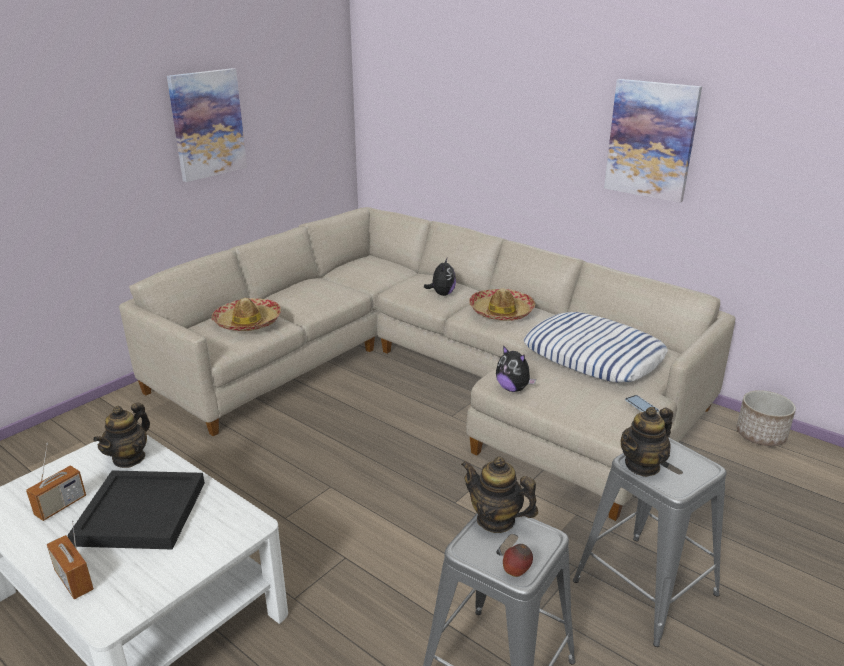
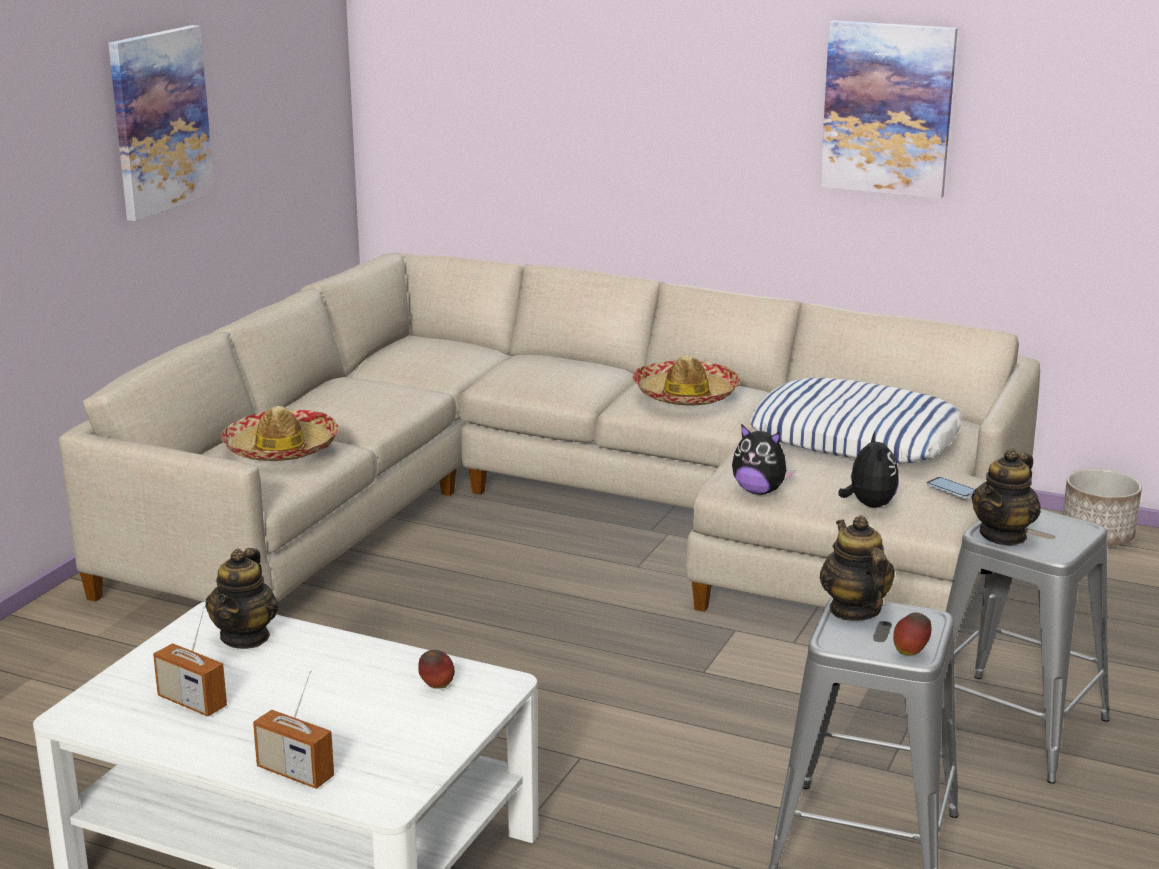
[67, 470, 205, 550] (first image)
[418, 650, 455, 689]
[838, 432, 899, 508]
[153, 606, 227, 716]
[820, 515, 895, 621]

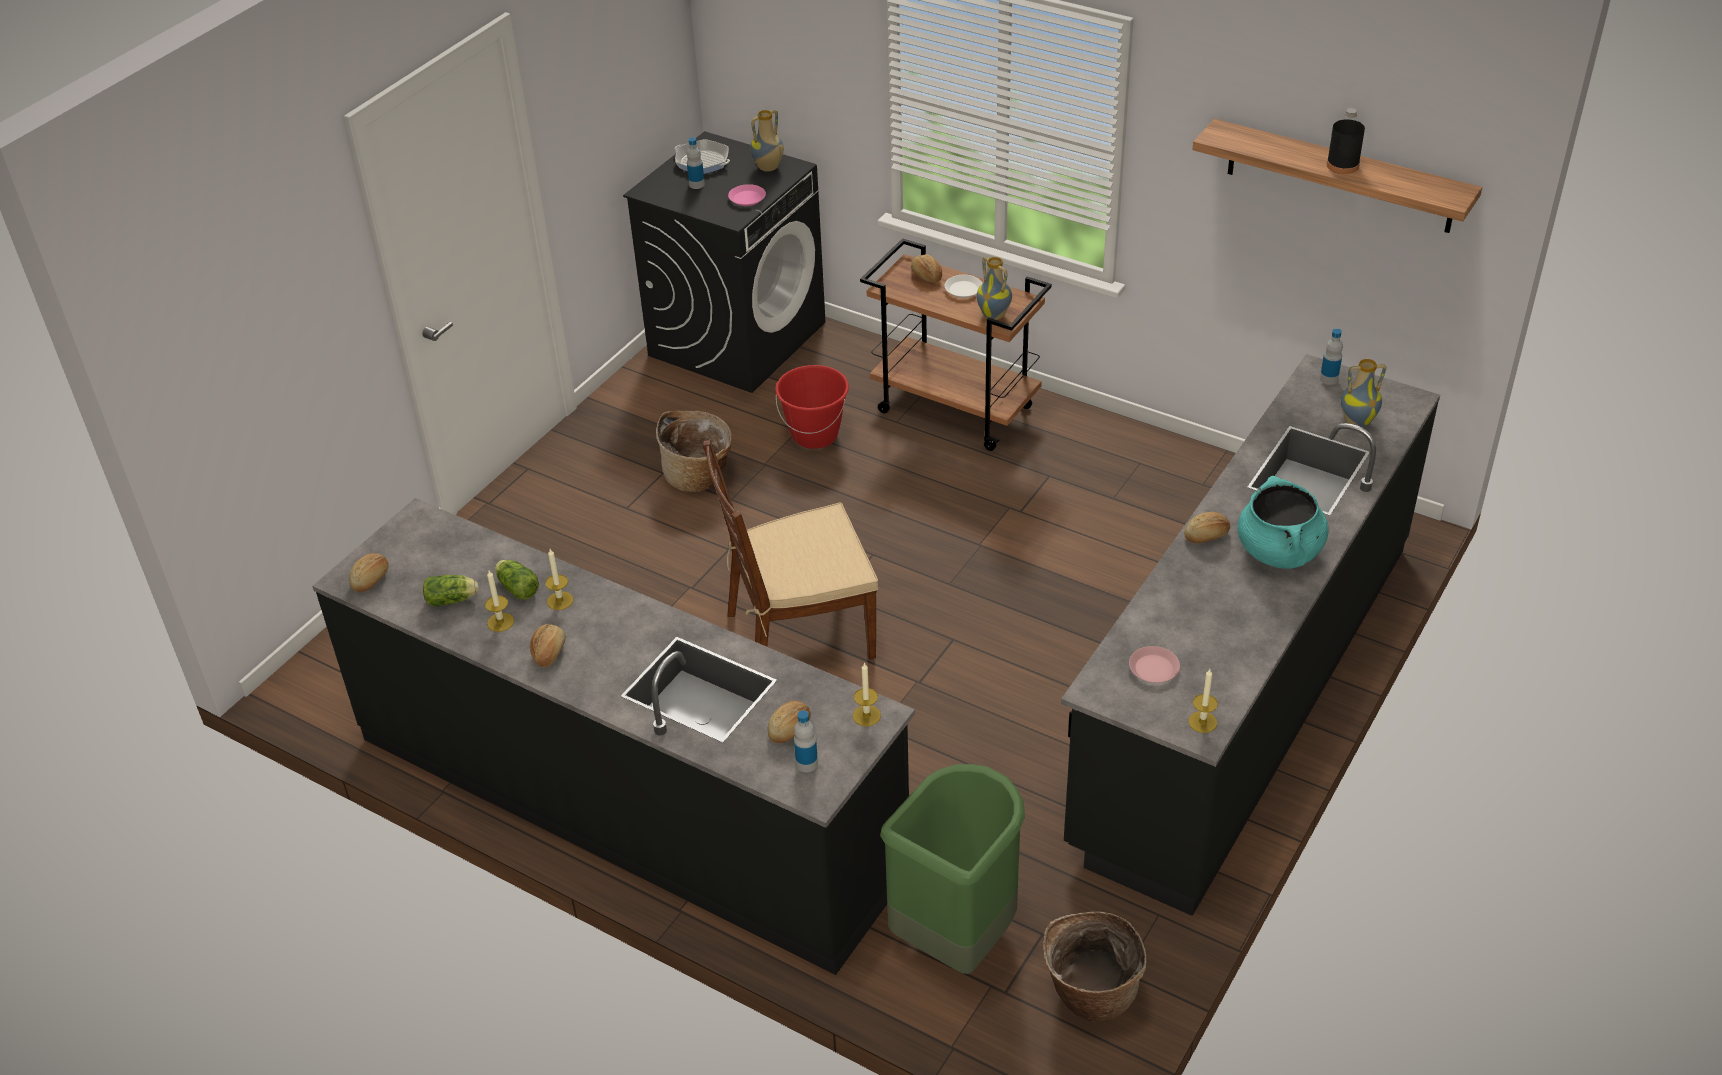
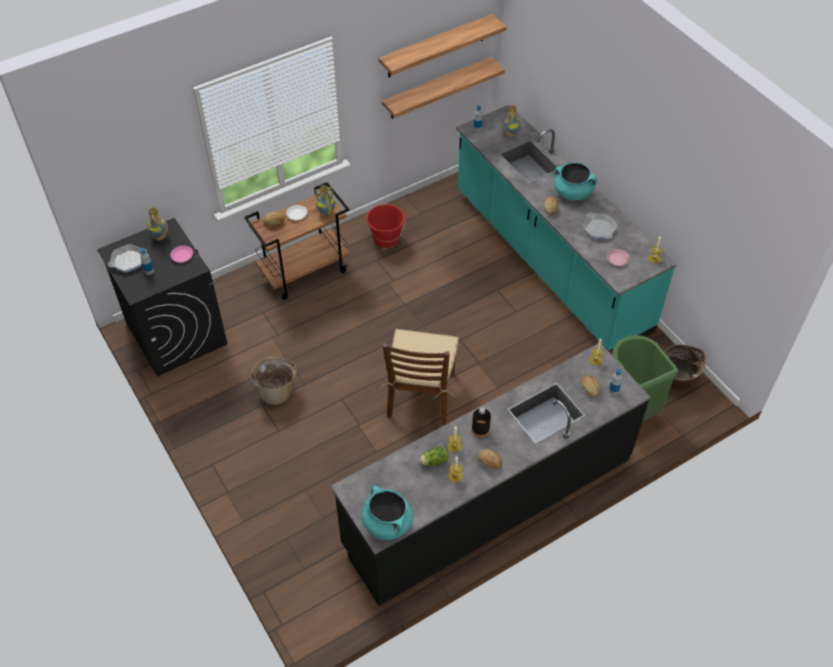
[423, 575, 479, 606] (first image)
[382, 57, 505, 119]
[583, 213, 617, 239]
[366, 204, 405, 248]
[472, 407, 491, 437]
[361, 486, 413, 540]
[456, 104, 677, 352]

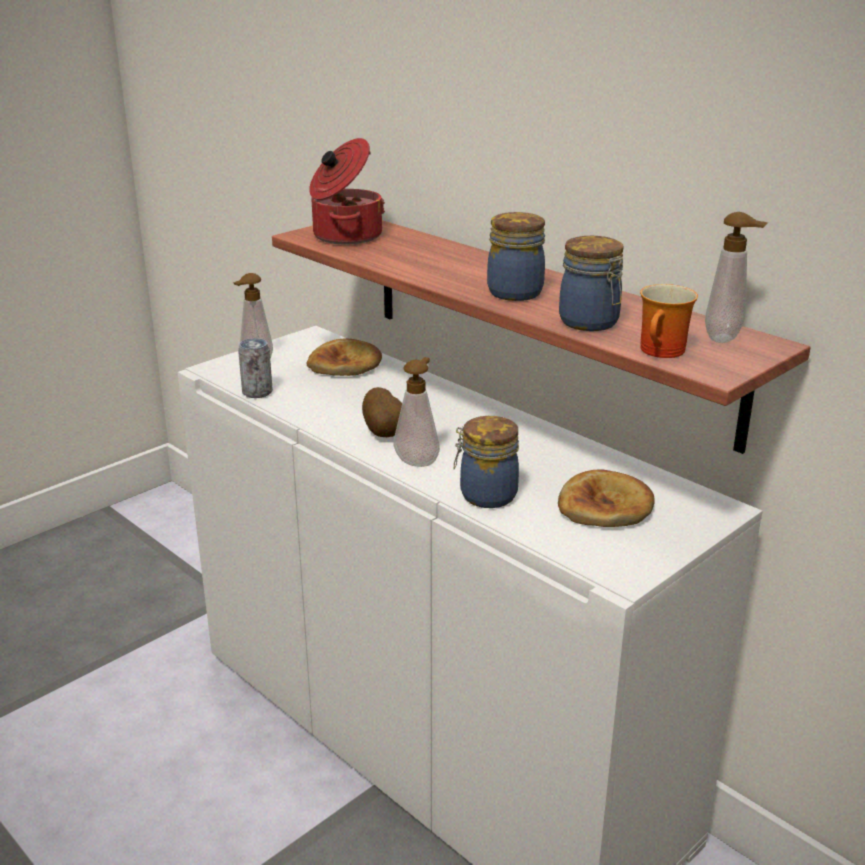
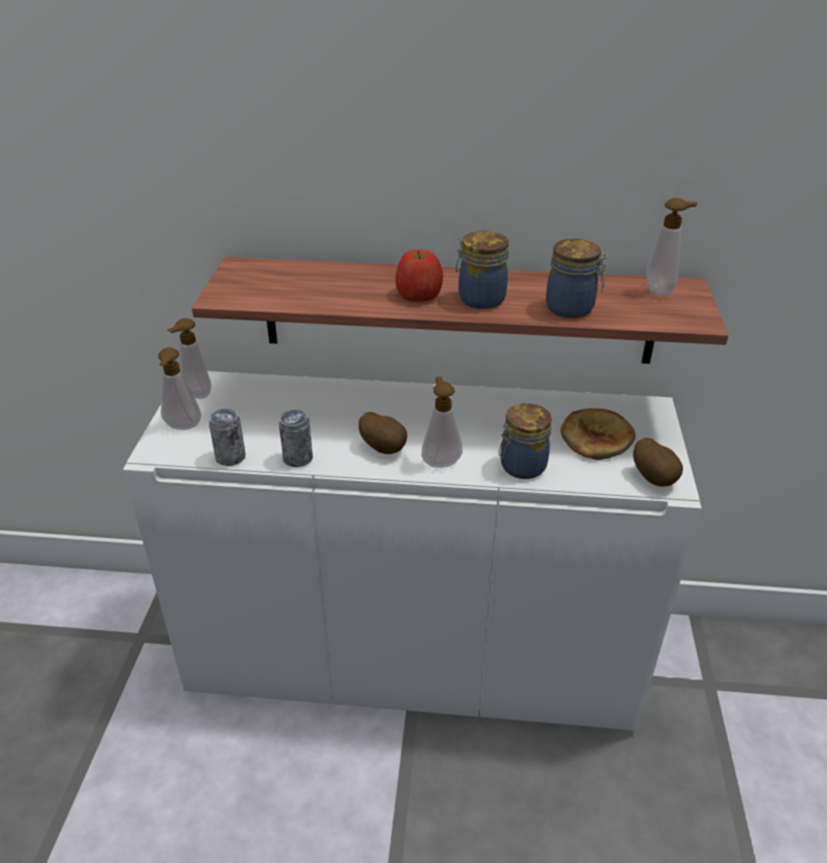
[306, 339, 382, 376] (first image)
[309, 138, 385, 244] (first image)
[640, 284, 698, 358] (first image)
[168, 318, 212, 399]
[279, 409, 313, 467]
[395, 249, 443, 302]
[633, 438, 683, 487]

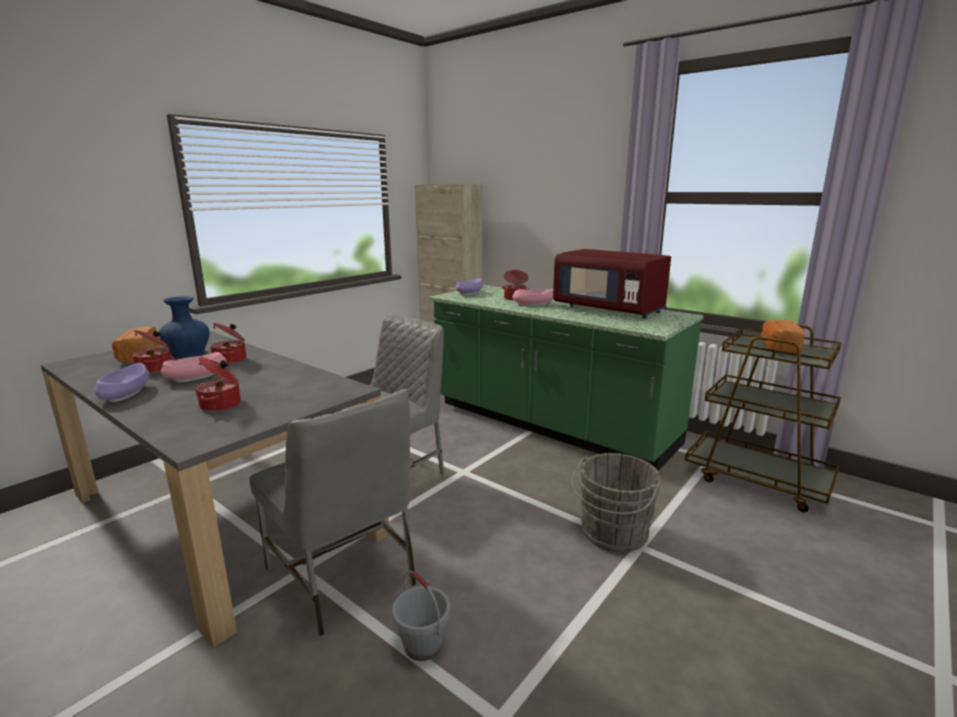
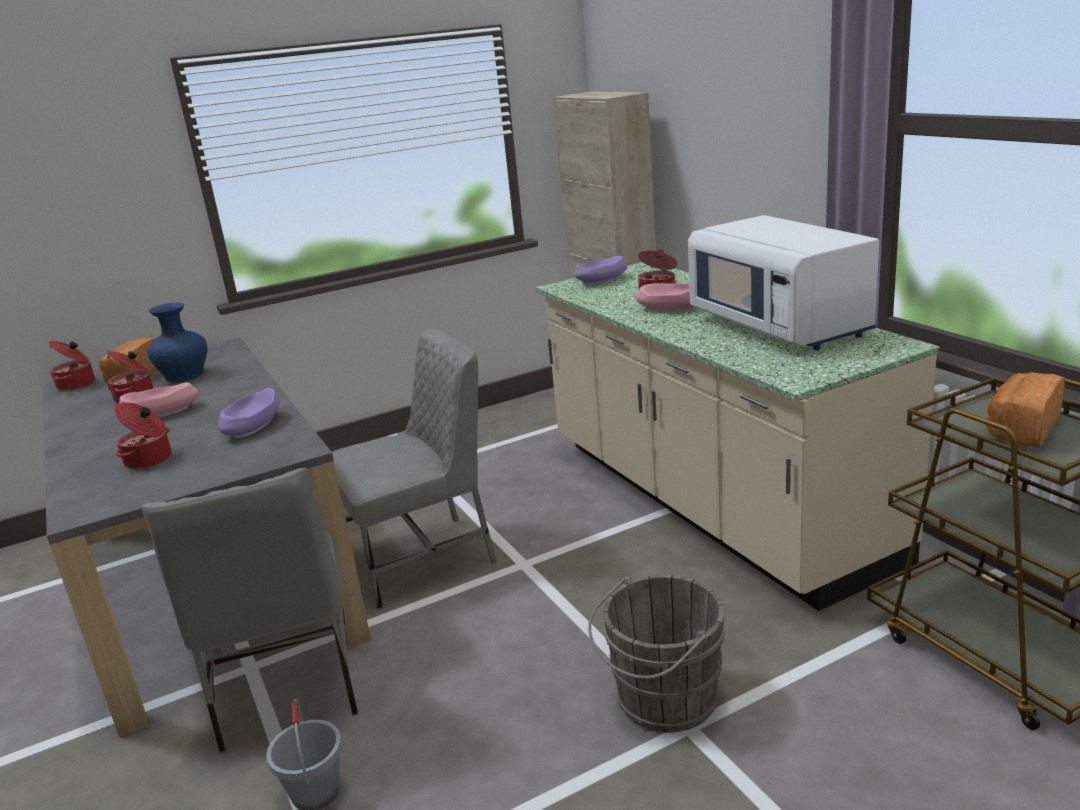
[218, 388, 280, 438]
[49, 341, 95, 391]
[536, 262, 939, 611]
[688, 215, 879, 350]

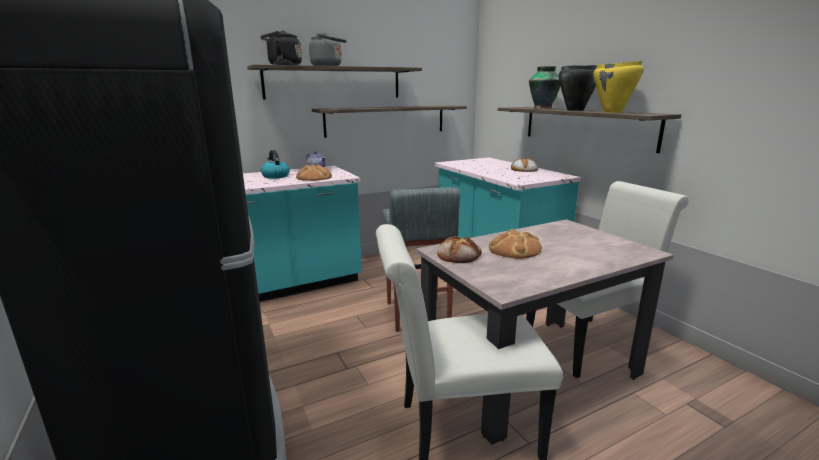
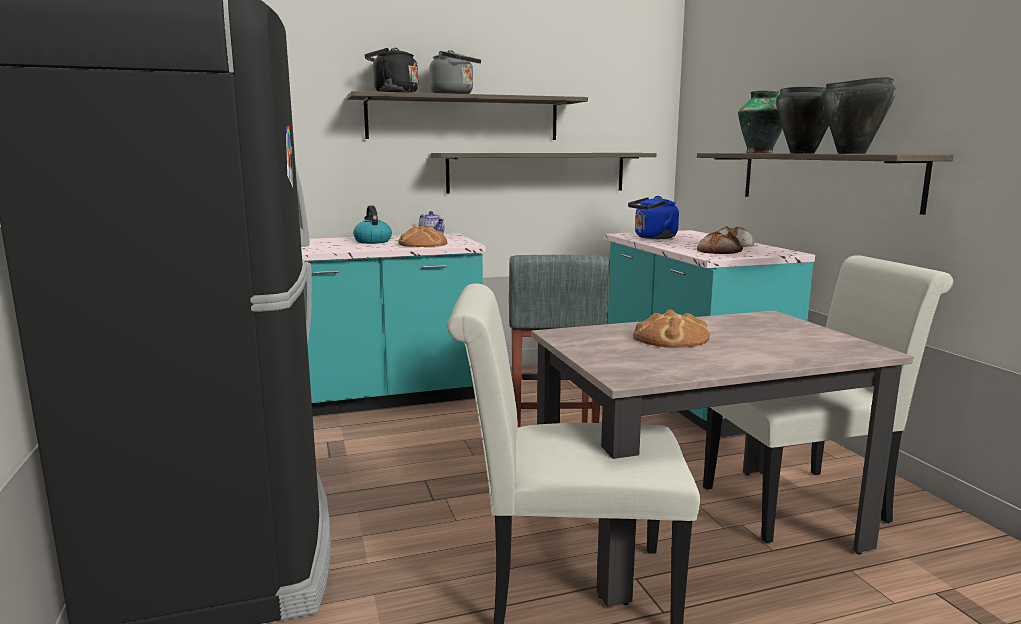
[628, 196, 679, 239]
[697, 231, 743, 254]
[822, 77, 896, 154]

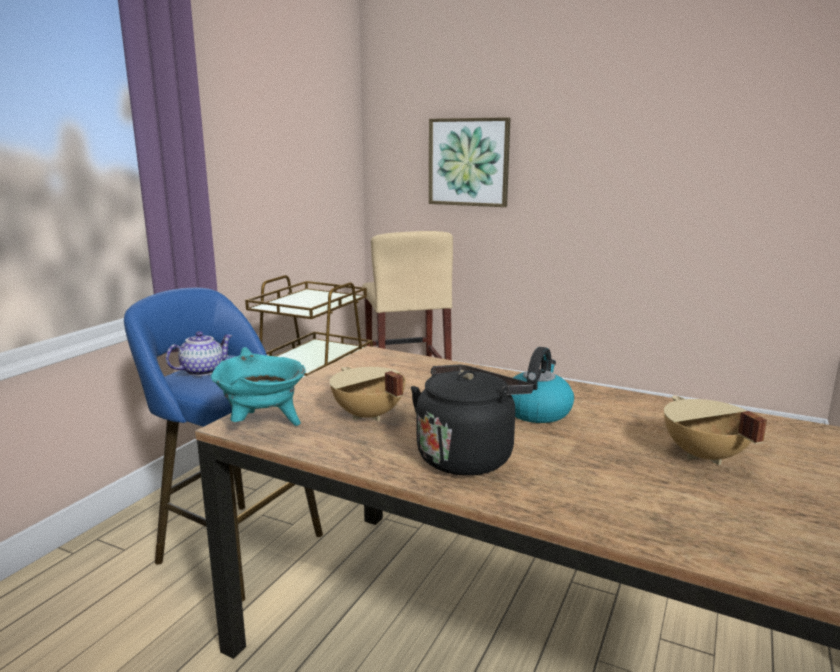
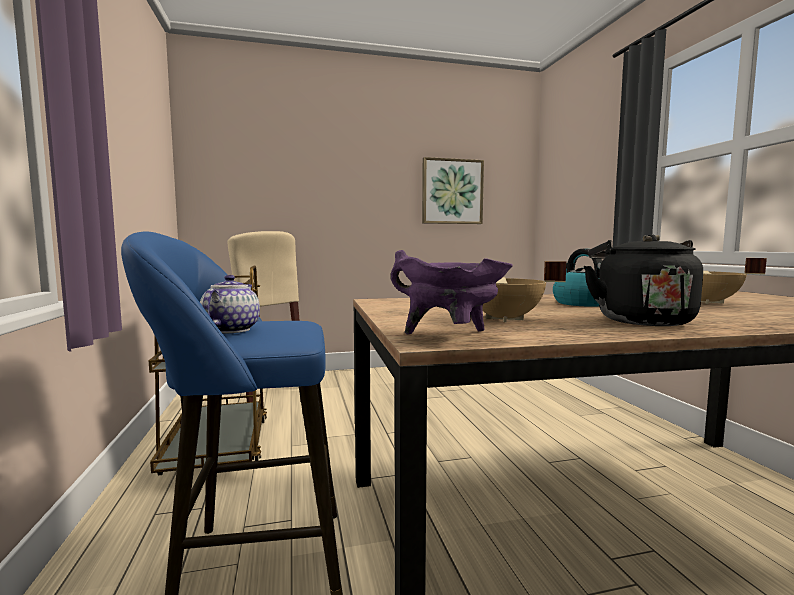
[422, 157, 484, 224]
[391, 250, 513, 334]

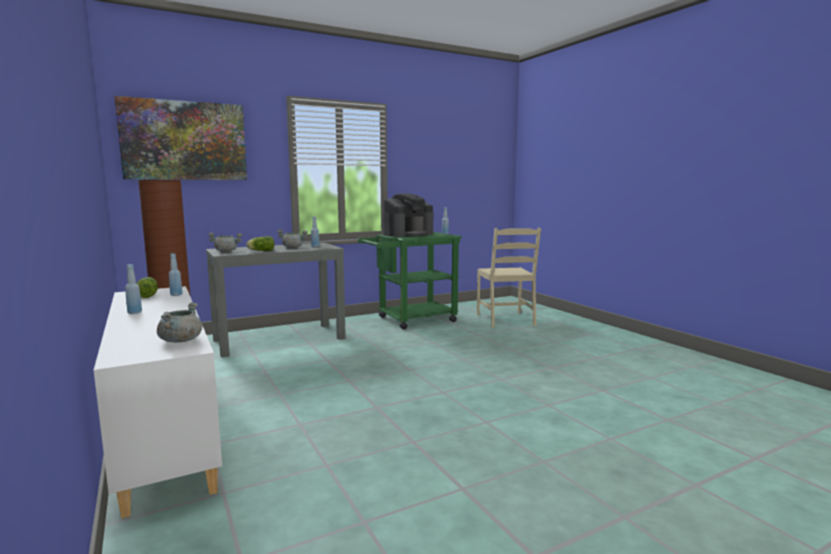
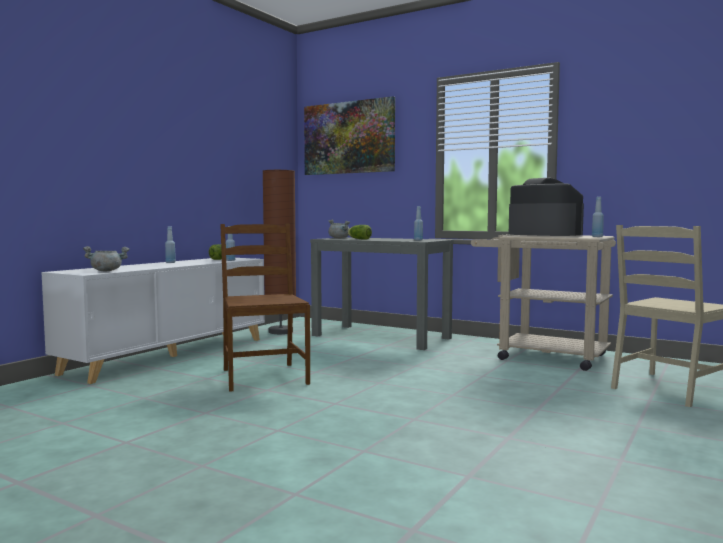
[277, 229, 308, 248] (first image)
[220, 224, 310, 392]
[471, 234, 616, 371]
[509, 178, 584, 236]

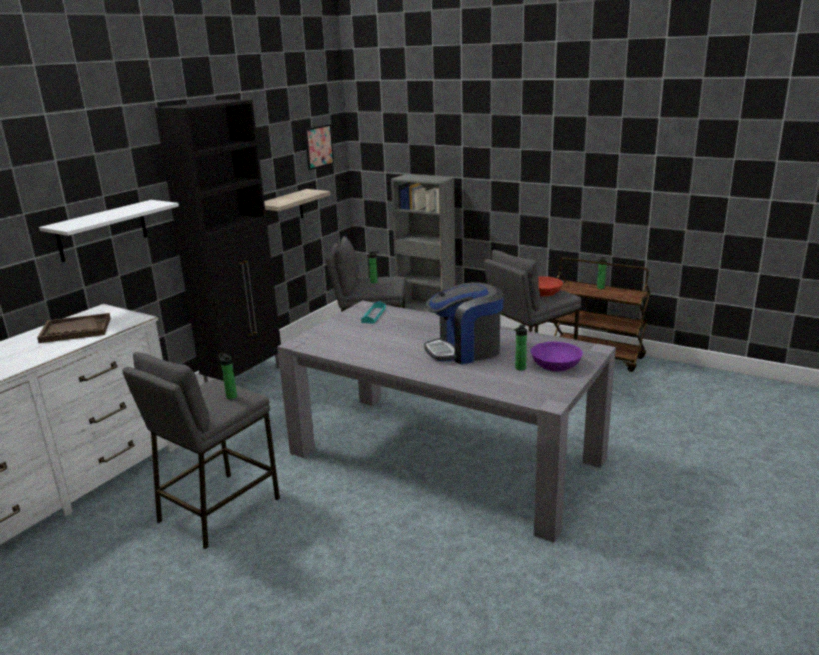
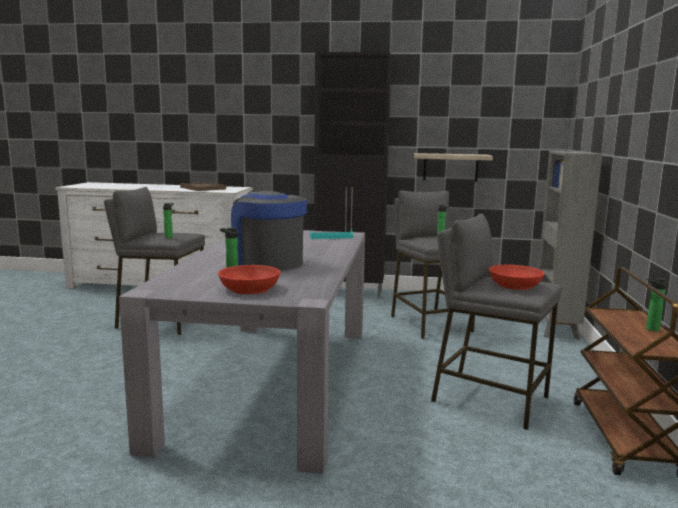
[39, 200, 179, 262] (first image)
[304, 124, 334, 170] (first image)
[218, 265, 281, 294]

